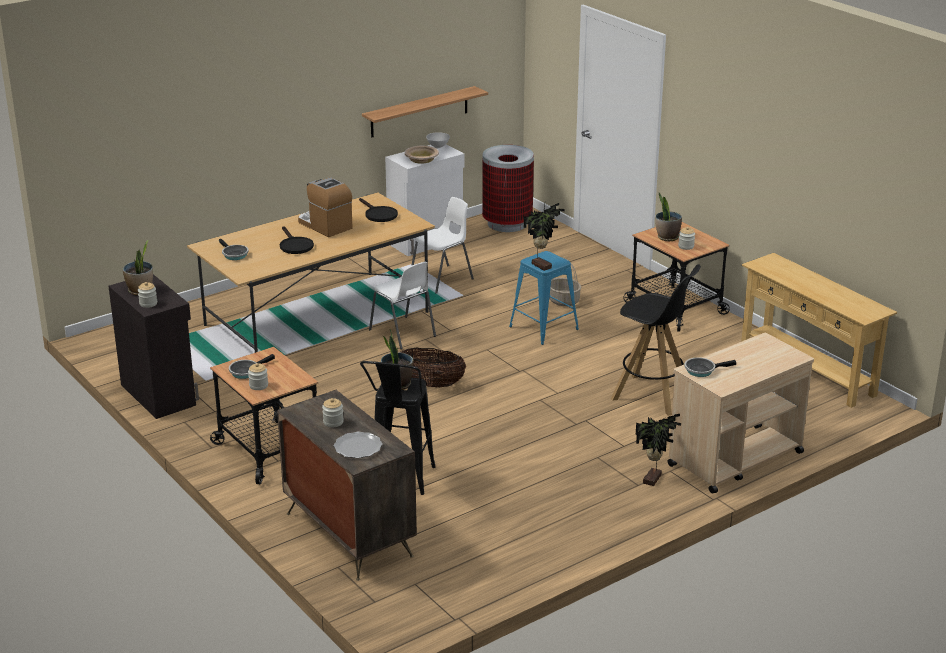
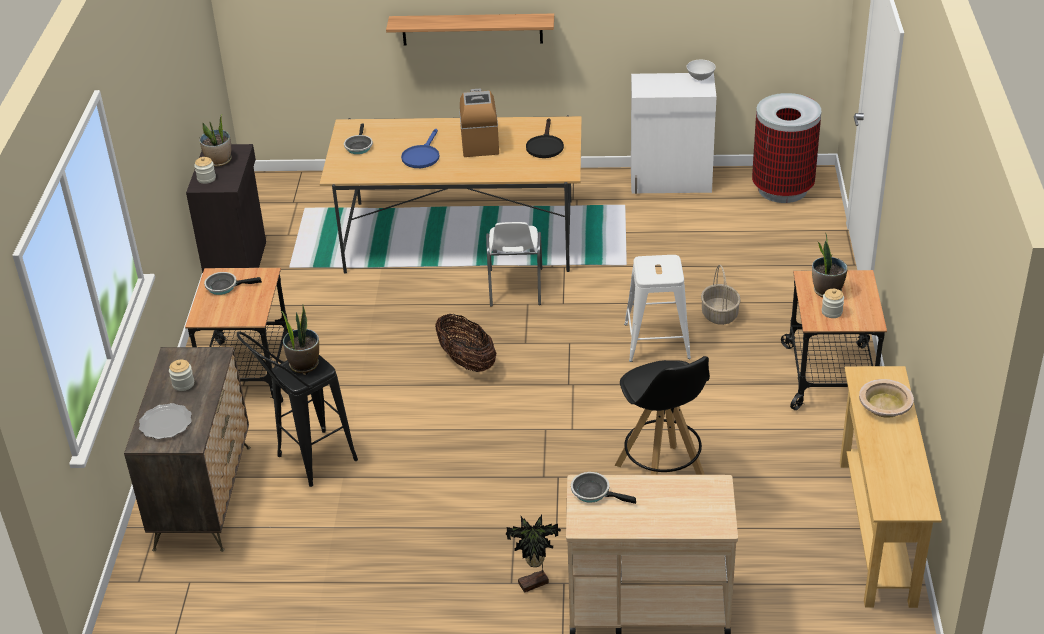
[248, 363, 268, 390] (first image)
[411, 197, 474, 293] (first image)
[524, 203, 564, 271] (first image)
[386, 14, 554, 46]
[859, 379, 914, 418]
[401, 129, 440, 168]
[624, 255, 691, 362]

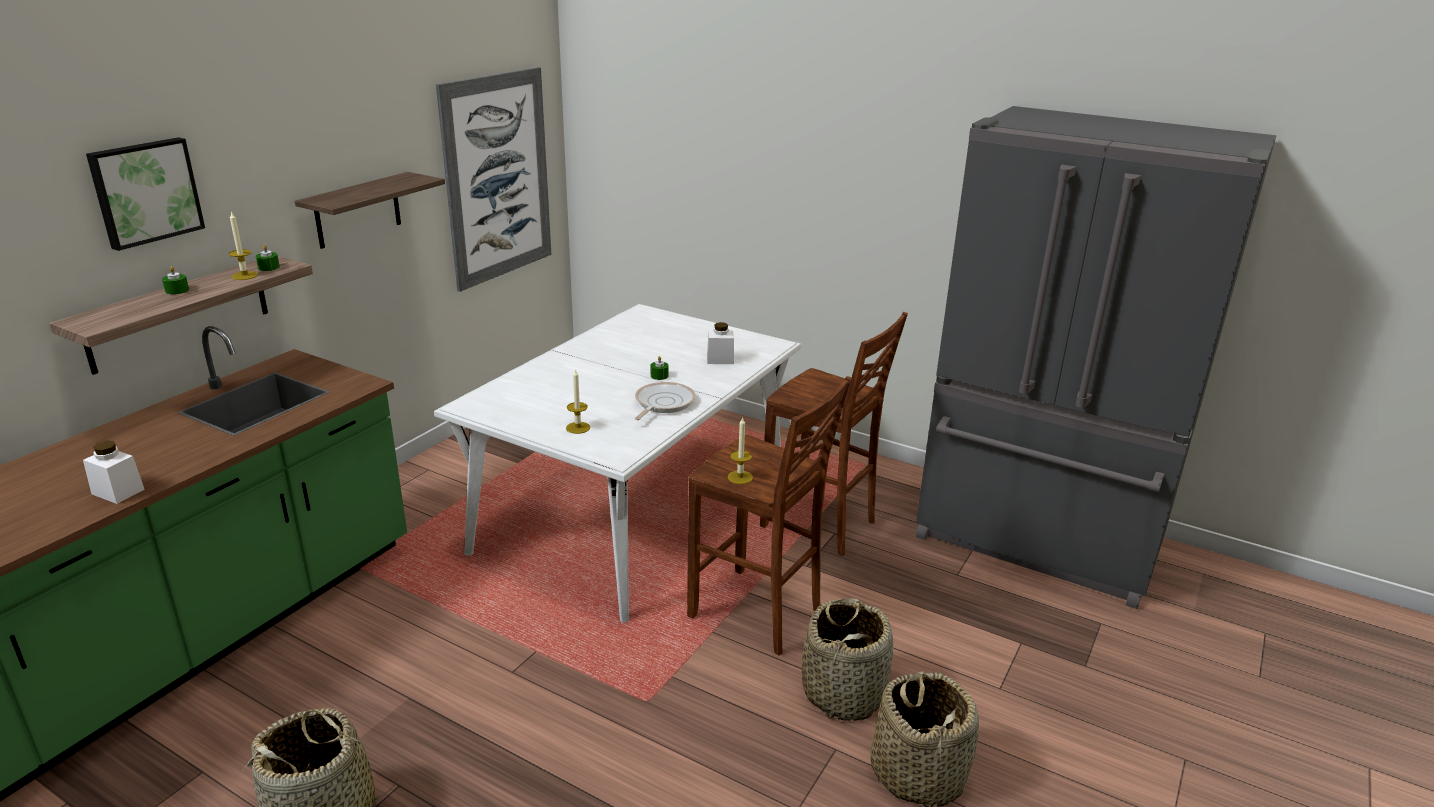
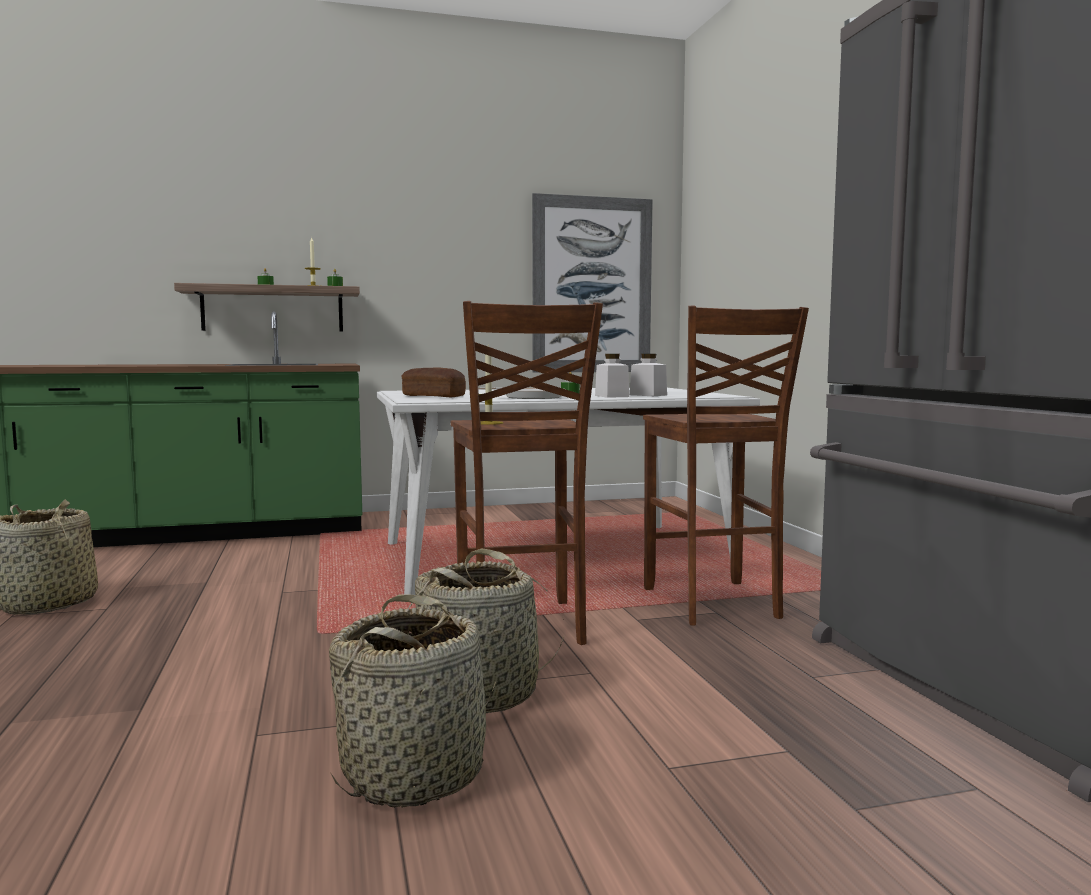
[86, 137, 205, 251] (first image)
[295, 172, 445, 249] (first image)
[595, 354, 629, 398]
[401, 367, 466, 397]

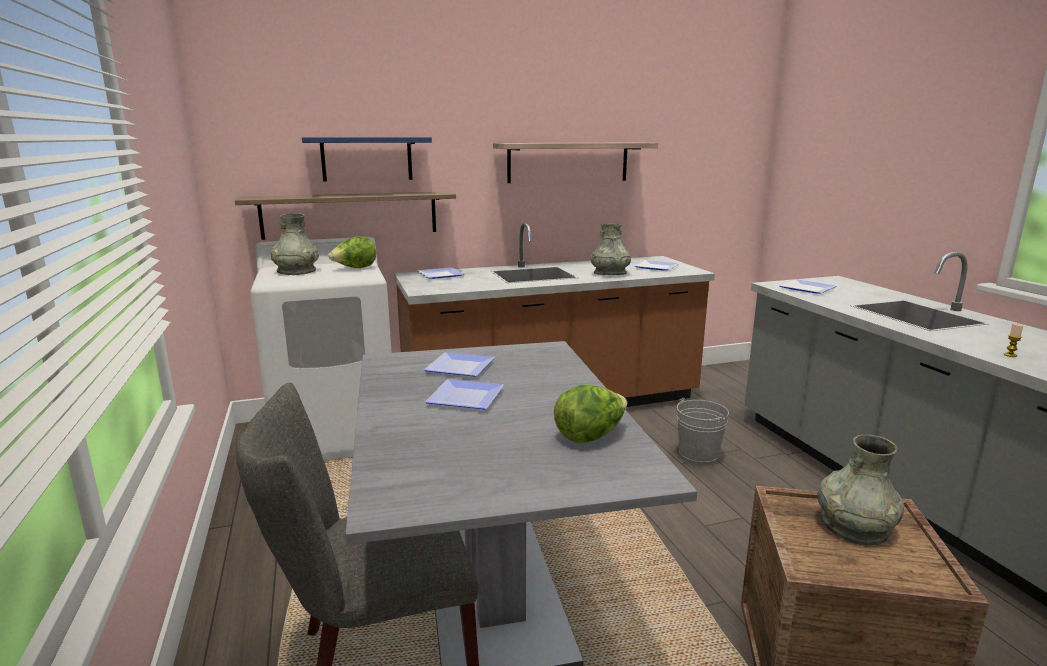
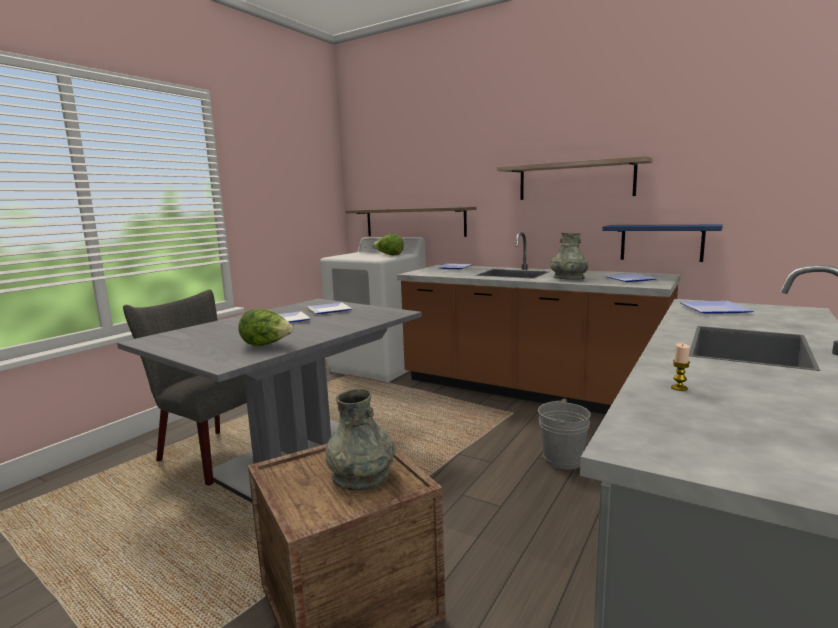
[271, 213, 319, 275] (first image)
[602, 224, 723, 262]

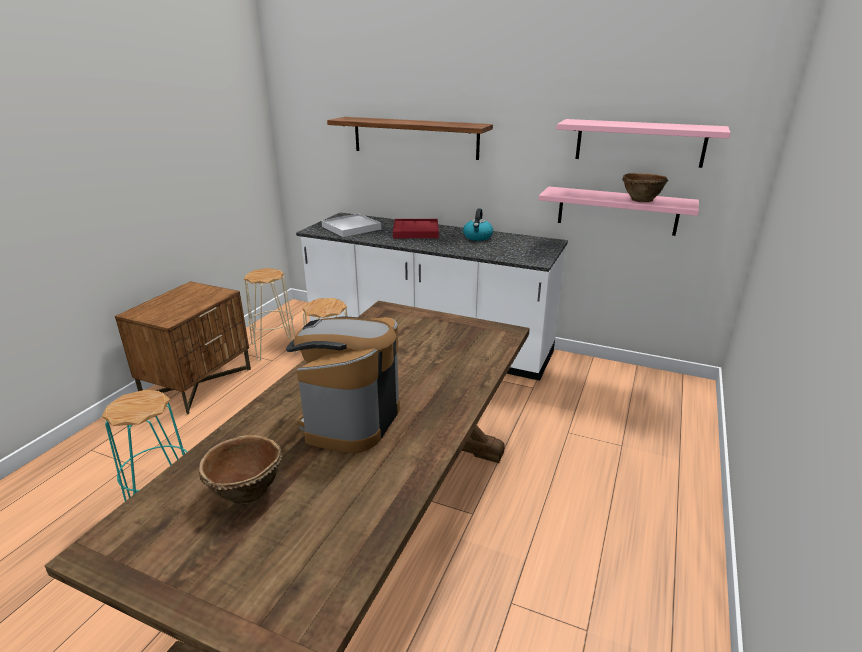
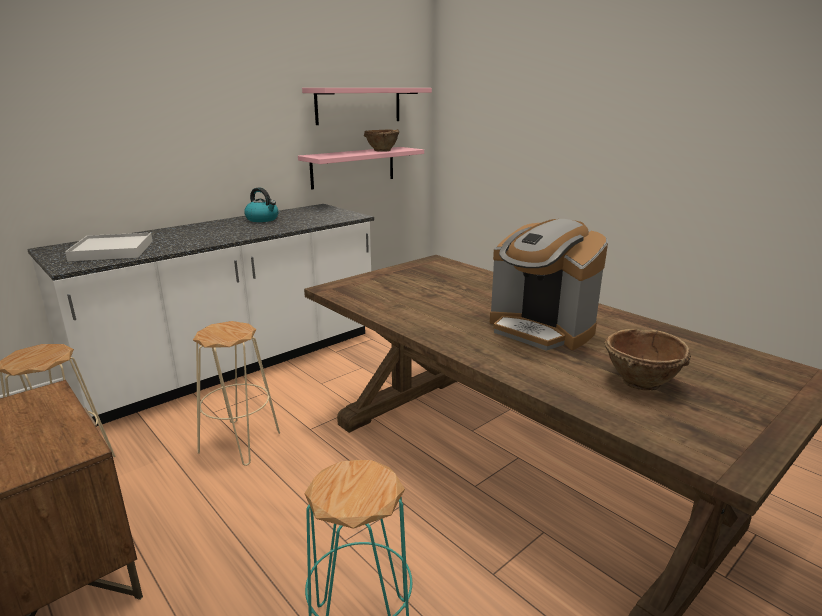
[327, 117, 493, 160] (first image)
[393, 219, 439, 238] (first image)

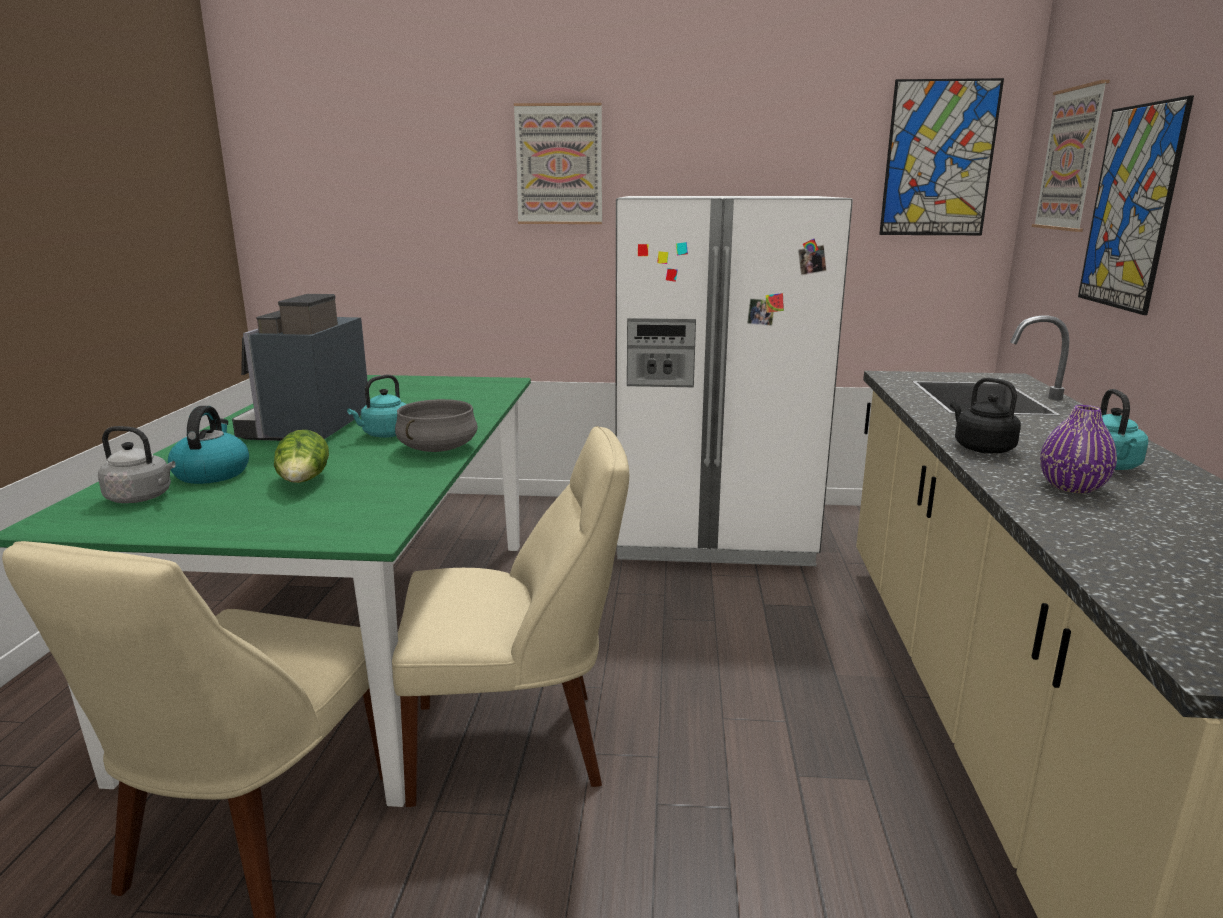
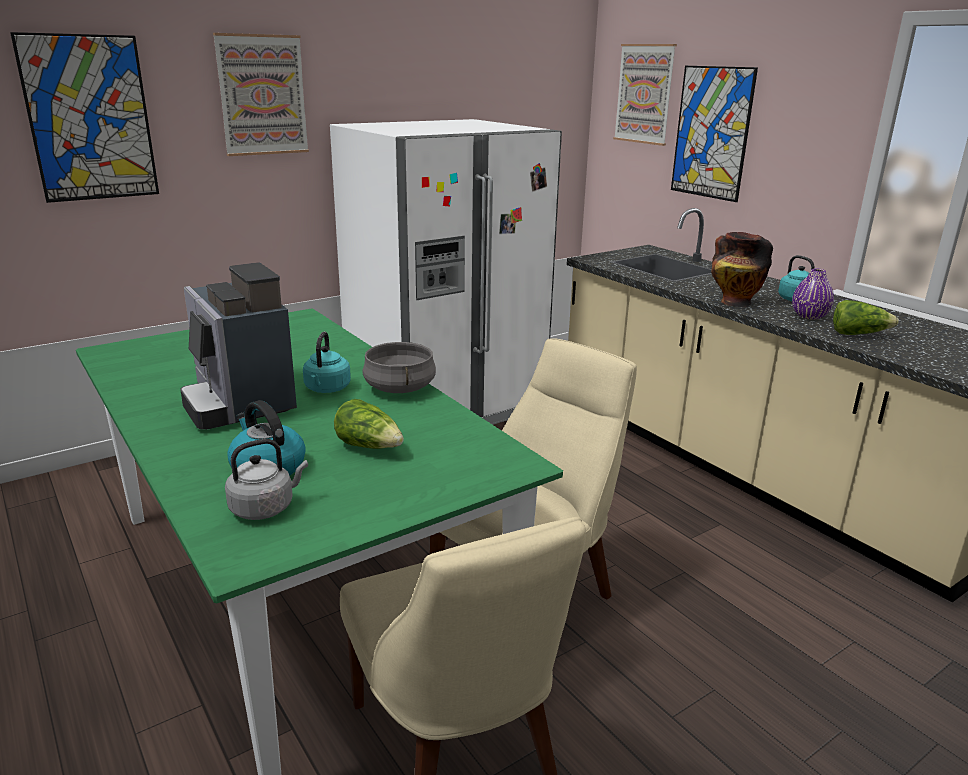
[833, 300, 899, 335]
[10, 32, 159, 203]
[711, 232, 773, 307]

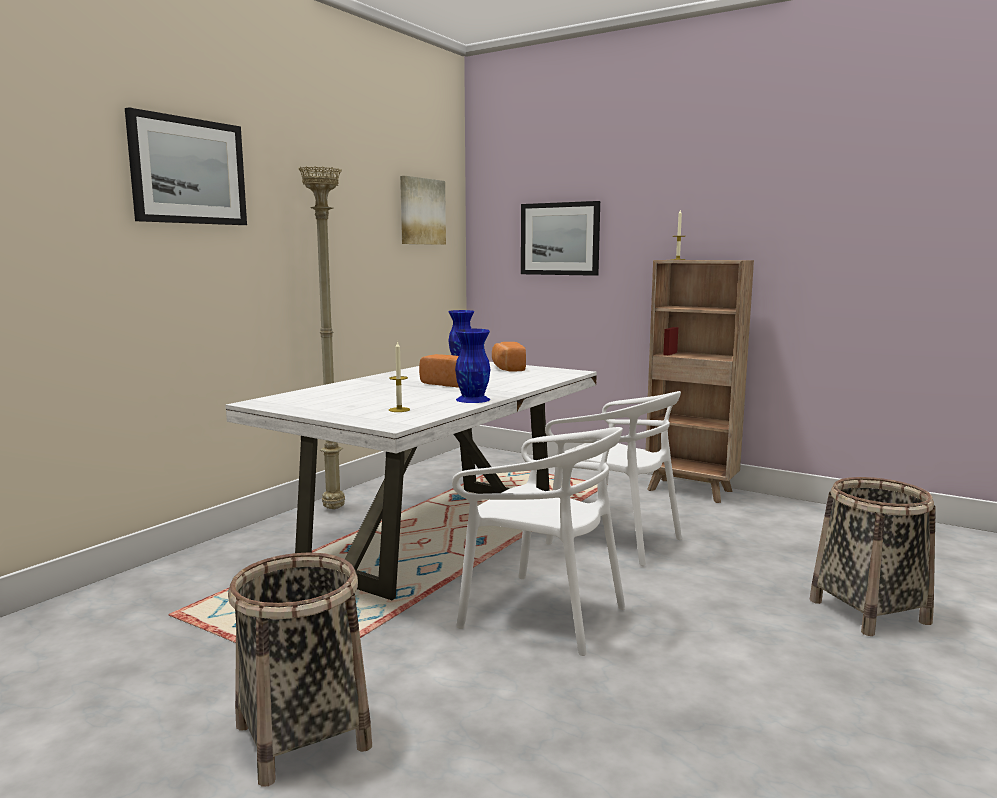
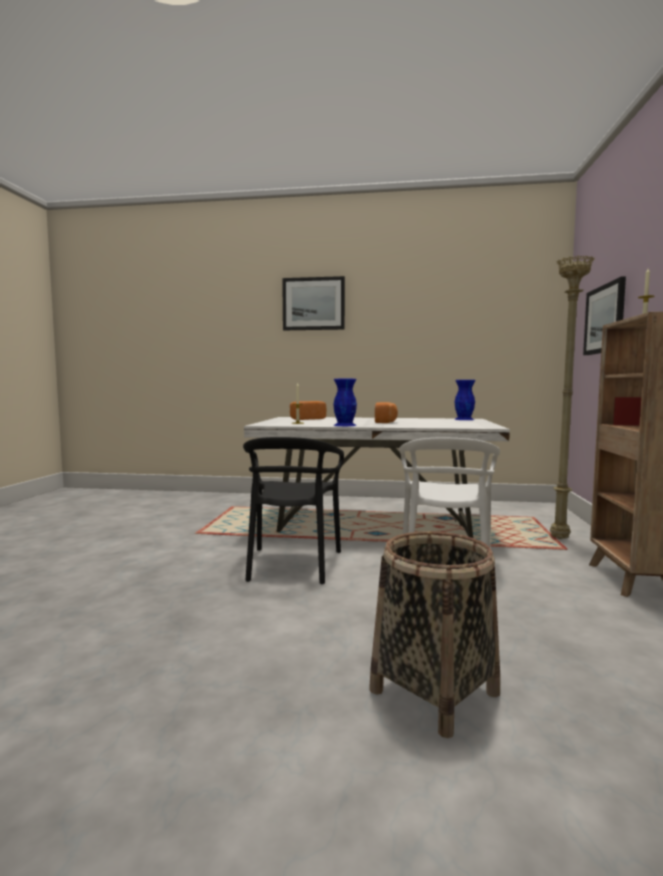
[228, 553, 372, 787] (first image)
[400, 176, 446, 245] (first image)
[550, 255, 595, 539]
[290, 401, 326, 420]
[243, 437, 344, 584]

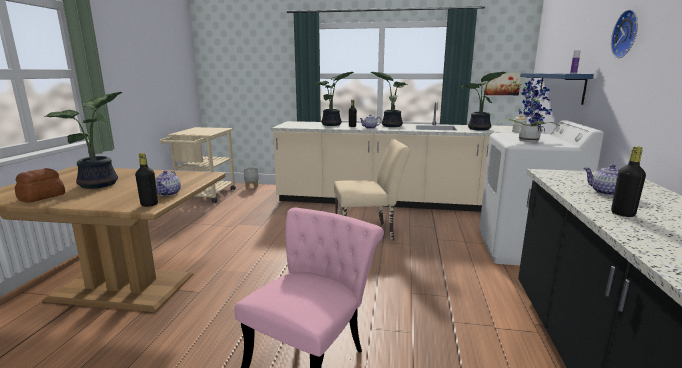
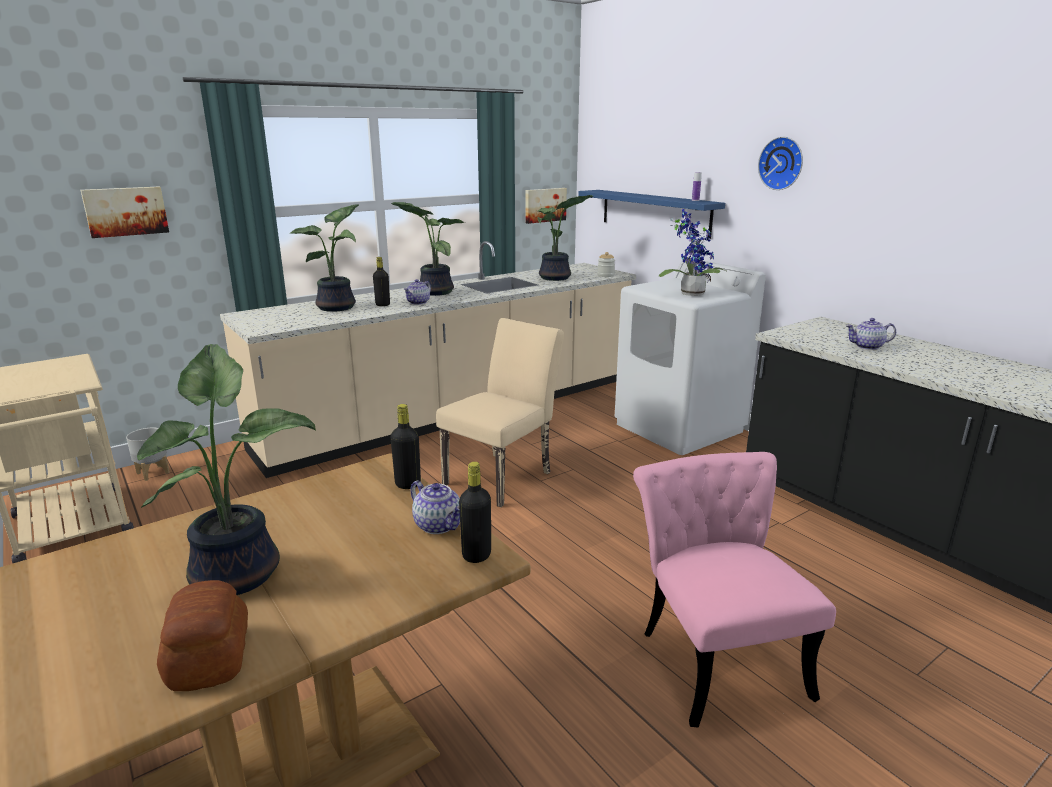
[81, 186, 169, 238]
[390, 404, 421, 489]

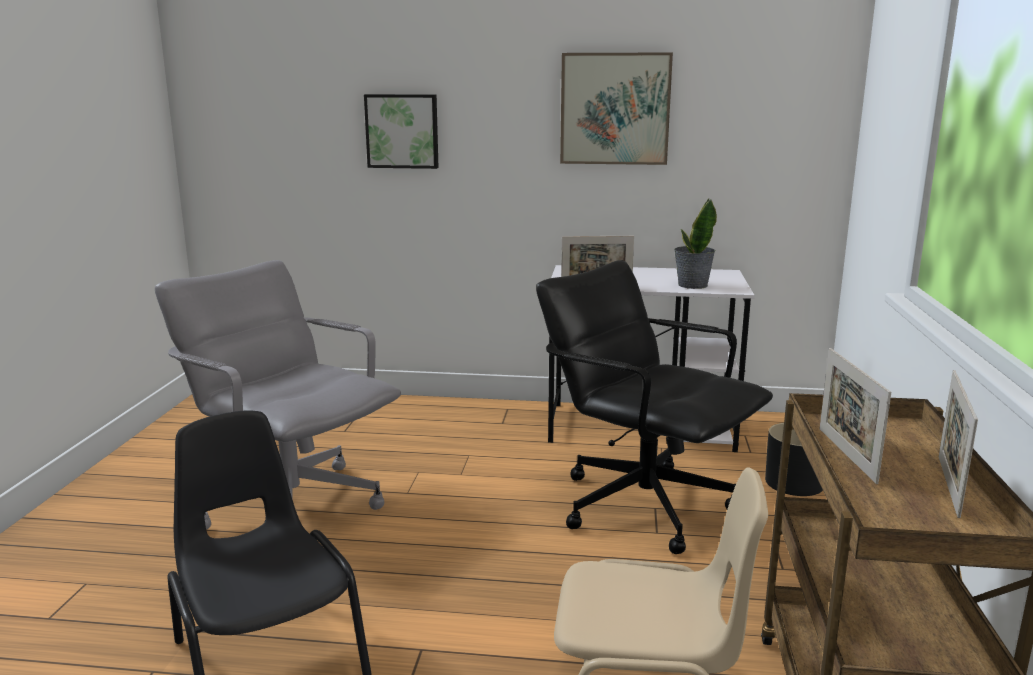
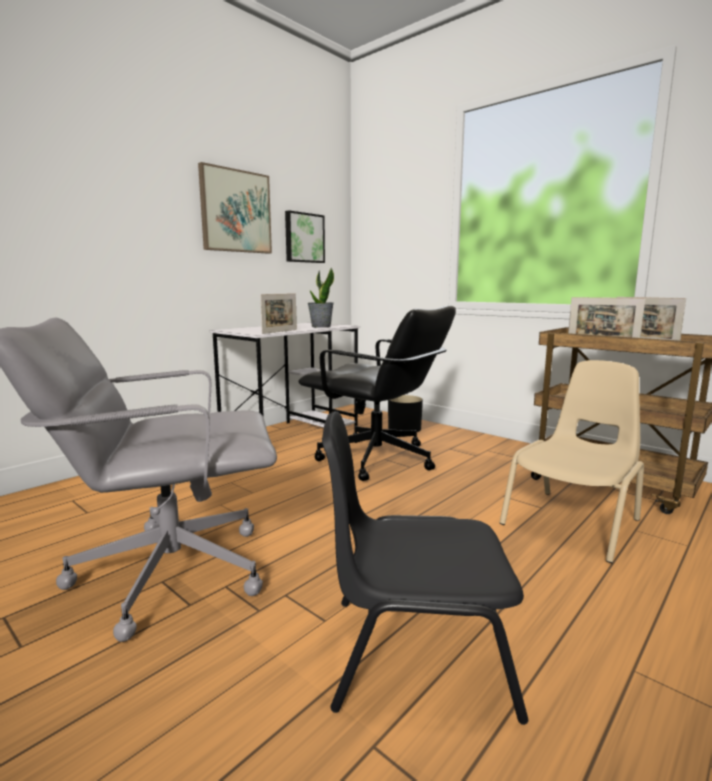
[285, 210, 325, 263]
[298, 305, 456, 481]

